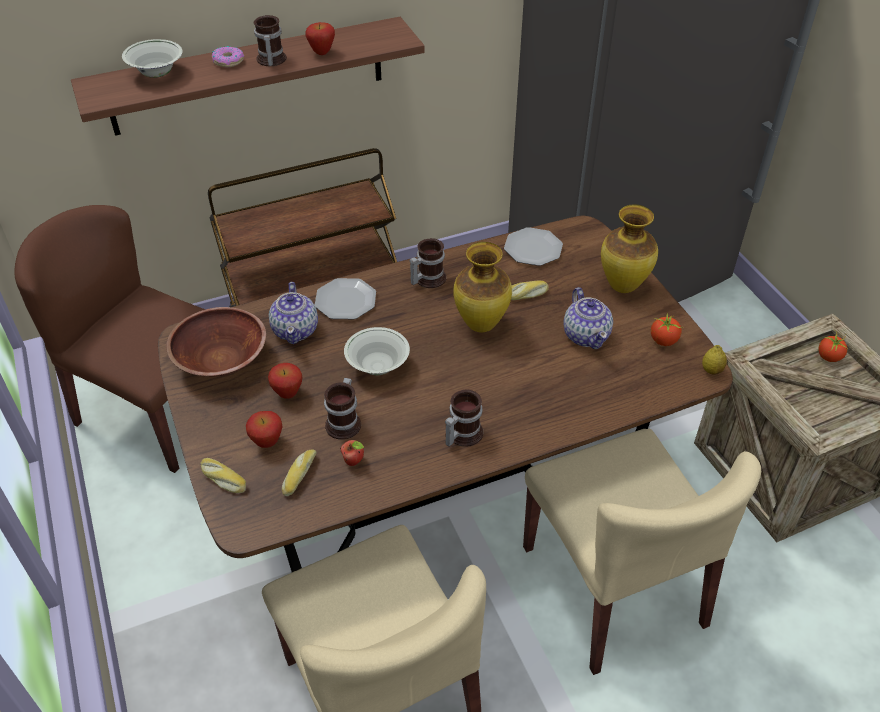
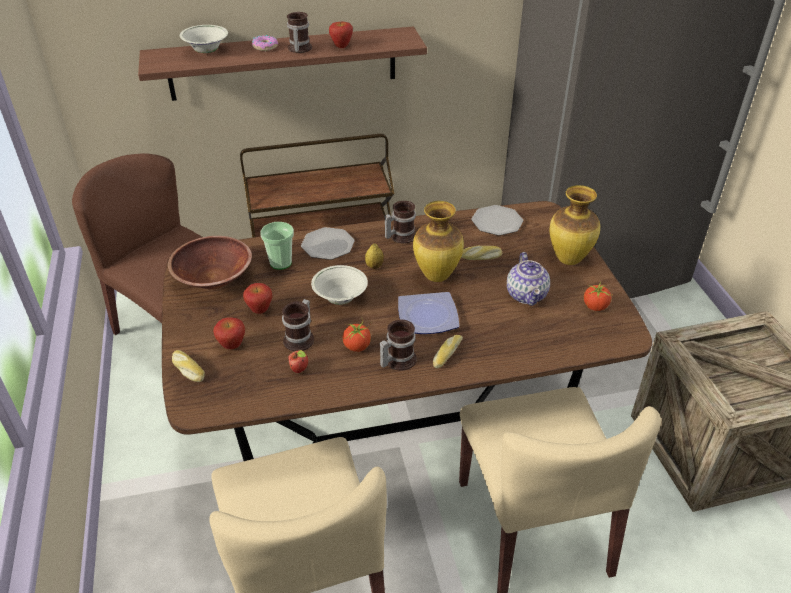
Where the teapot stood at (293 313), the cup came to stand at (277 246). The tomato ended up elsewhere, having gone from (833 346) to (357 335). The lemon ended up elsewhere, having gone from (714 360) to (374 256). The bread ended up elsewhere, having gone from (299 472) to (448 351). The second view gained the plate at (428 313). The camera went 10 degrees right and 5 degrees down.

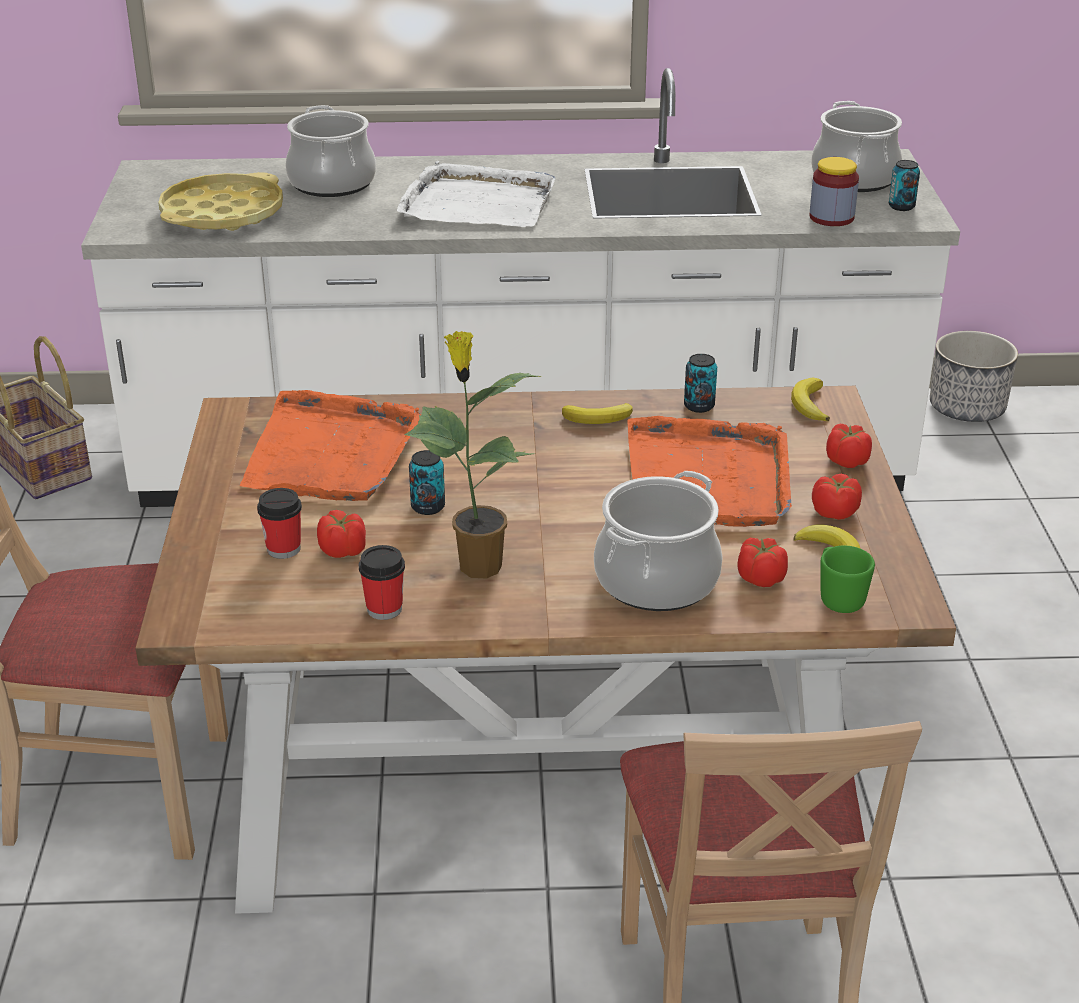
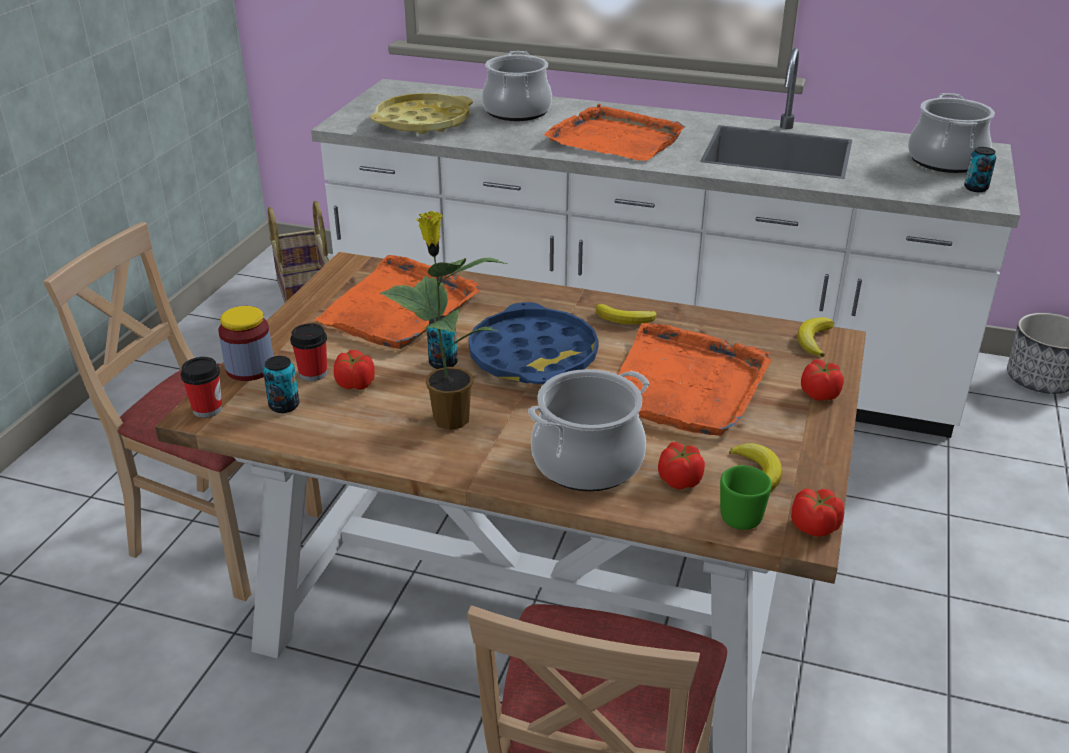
The jar ended up elsewhere, having gone from (834 191) to (246 343). What was the tray (white) at (476 194) turned into the tray (orange) at (614 132). The can ended up elsewhere, having gone from (700 383) to (281 384). The tomato ended up elsewhere, having gone from (837 497) to (817 513). The cup ended up elsewhere, having gone from (382 582) to (201 387). The second view gained the tray (blue) at (533 343). The camera went 20 degrees right and 0 degrees up.

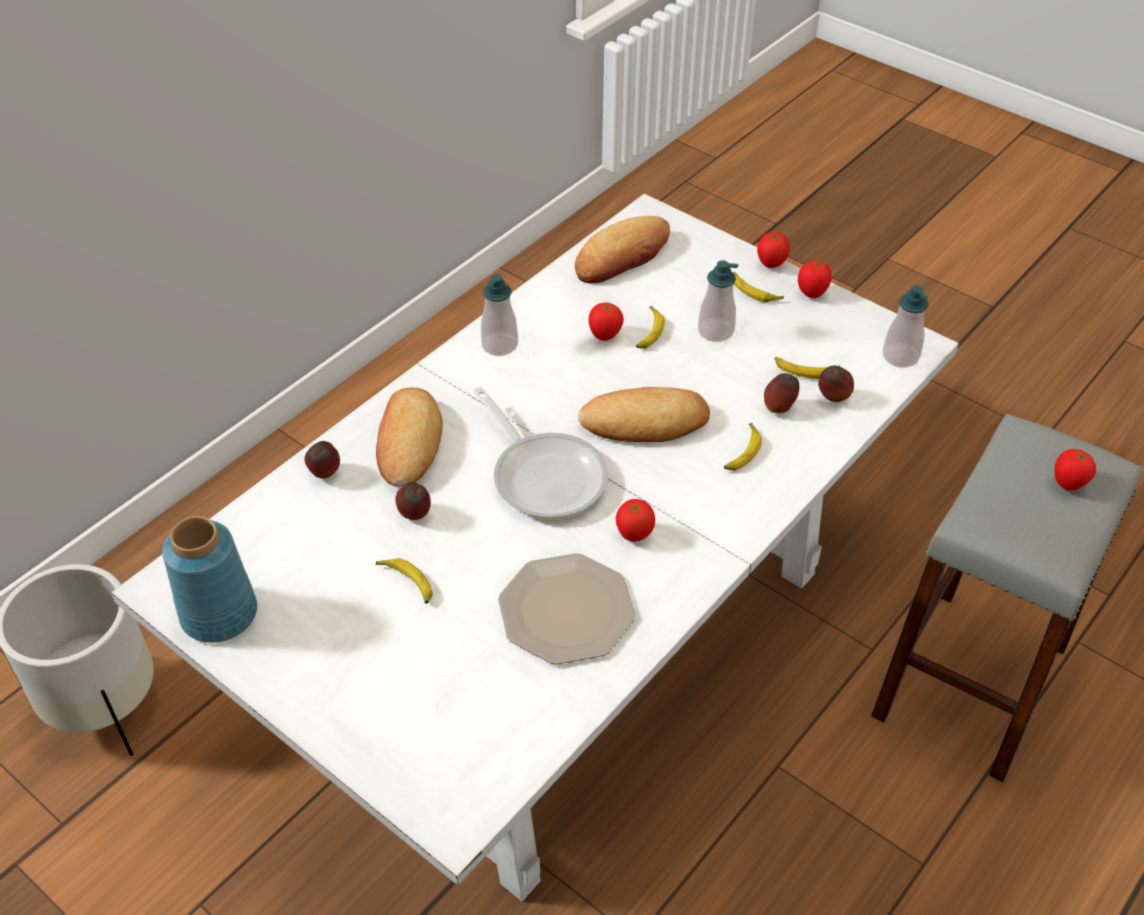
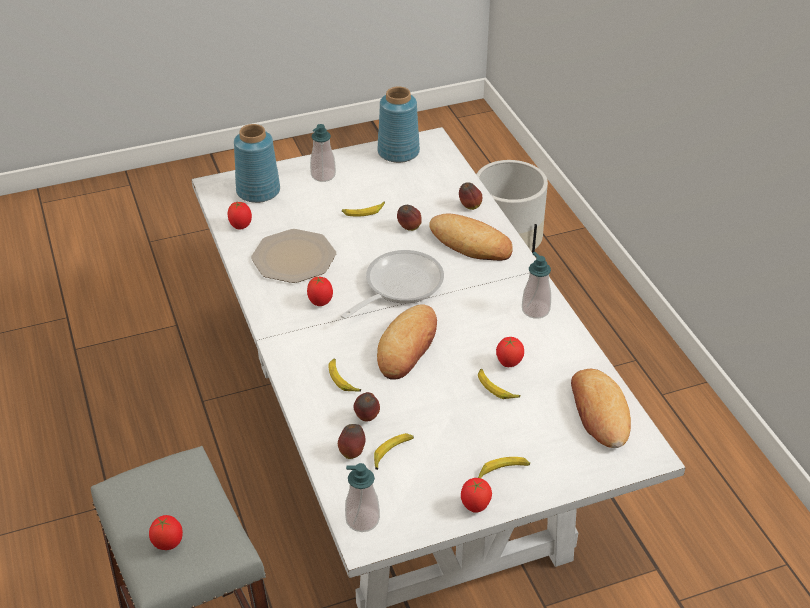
The tomato ended up elsewhere, having gone from (773 250) to (240 215). The soap dispenser ended up elsewhere, having gone from (718 301) to (323 153). The frying pan at (541 453) ended up facing another way, 135 degrees clockwise from before. The second view gained the vase (blue) at (257 163). The camera went 120 degrees right and 5 degrees down.

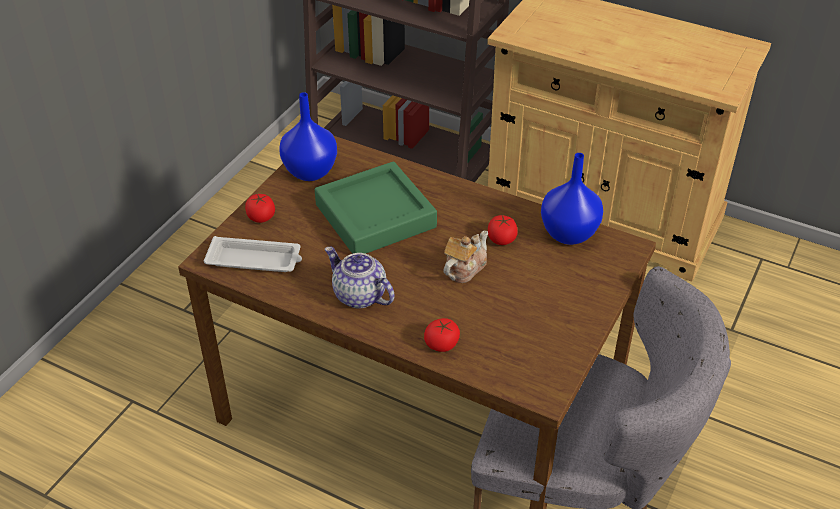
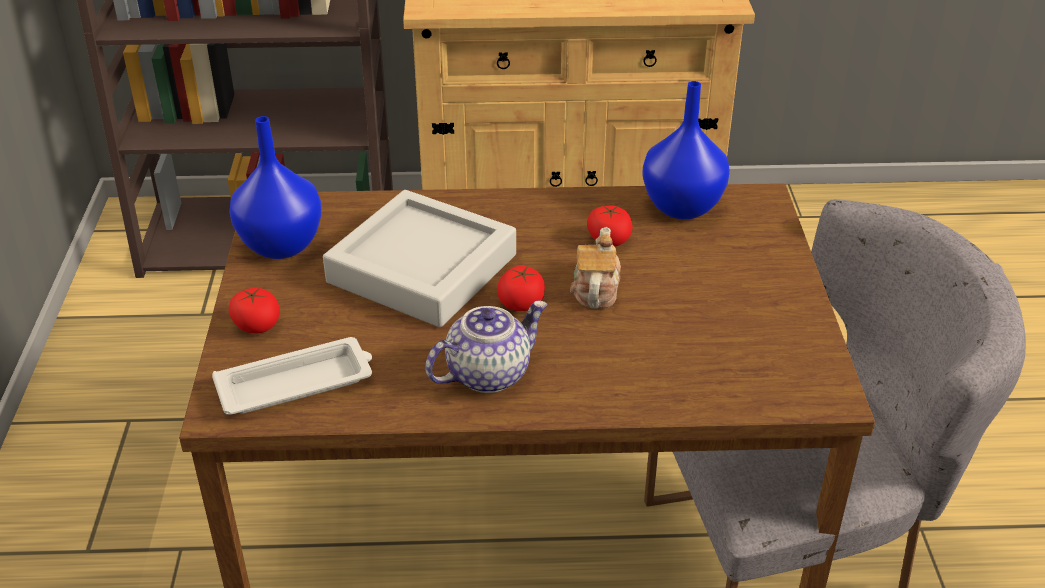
What was the tray (green) at (376 207) turned into the tray (grey) at (419 258). The teapot at (360 277) ended up facing another way, 135 degrees clockwise from before. The tomato ended up elsewhere, having gone from (442 335) to (521 288). The camera went 30 degrees left and 5 degrees down.

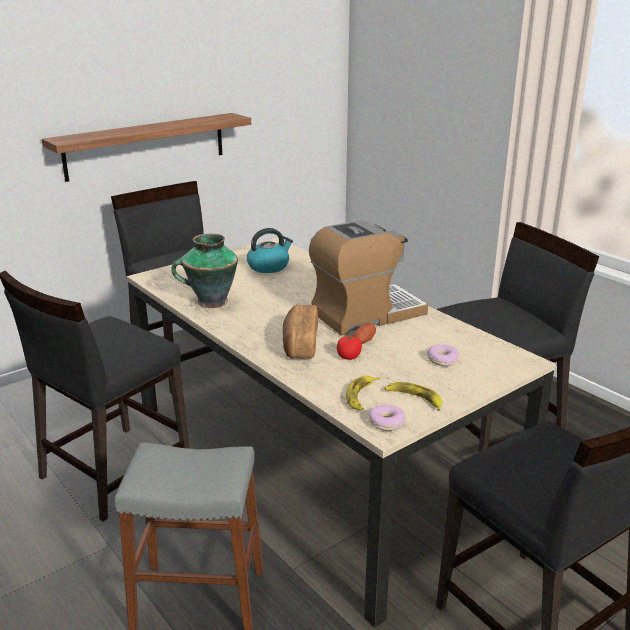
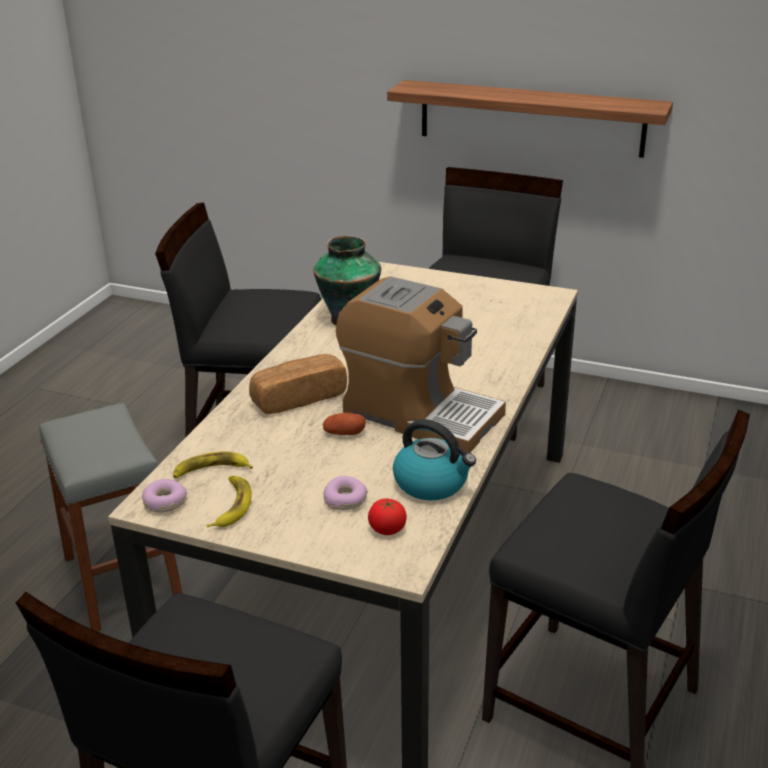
The kettle ended up elsewhere, having gone from (270 250) to (434 459). The tomato ended up elsewhere, having gone from (349 348) to (387 516). The camera went 60 degrees right and 5 degrees up.

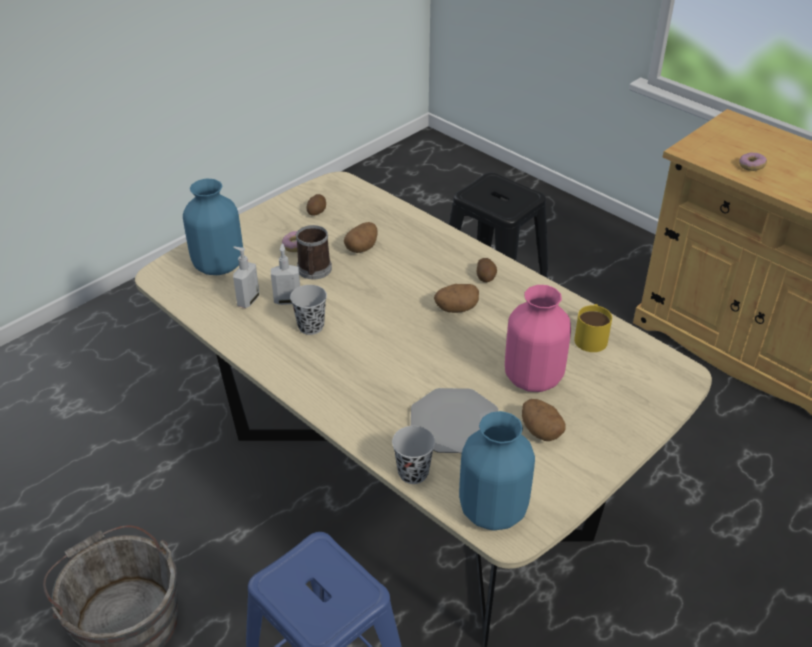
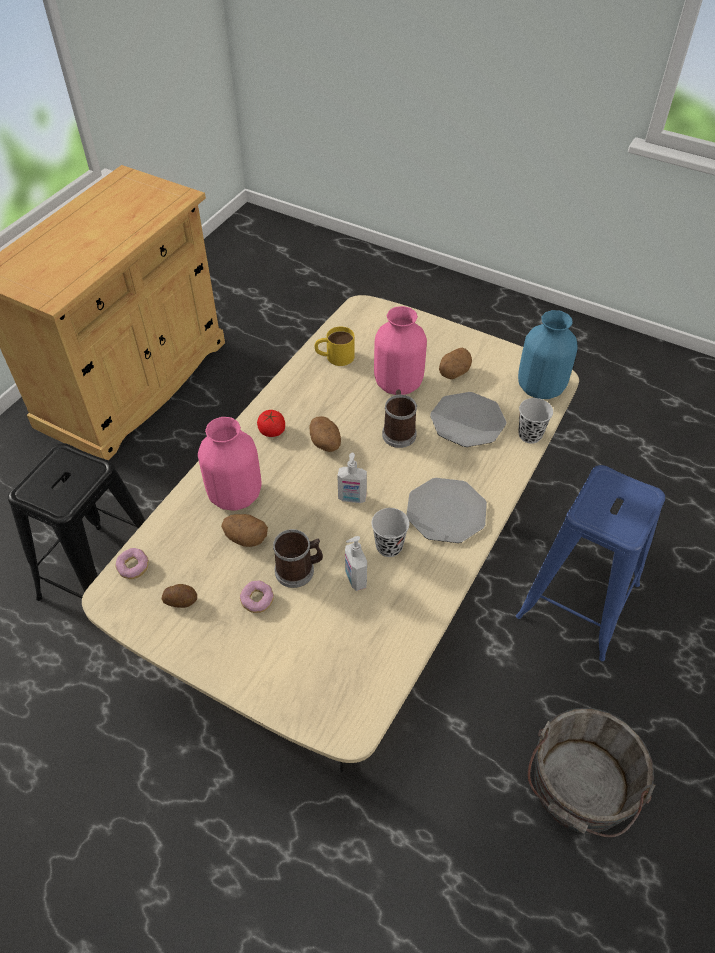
The donut ended up elsewhere, having gone from (753 161) to (132 563). The second view lost the vase (blue) at (213 227). The soap dispenser ended up elsewhere, having gone from (246 277) to (352 478). Where the potato stood at (487 270), the tomato came to stand at (271 423). The second view gained the mug at (399 418). The second view gained the vase (pink) at (230 464). The second view gained the plate at (446 510). The camera went 105 degrees left and 10 degrees up.

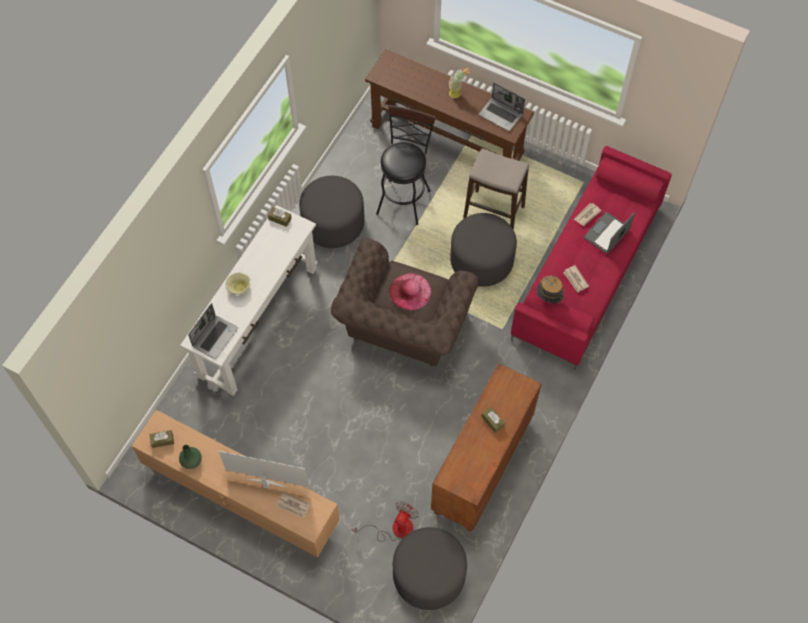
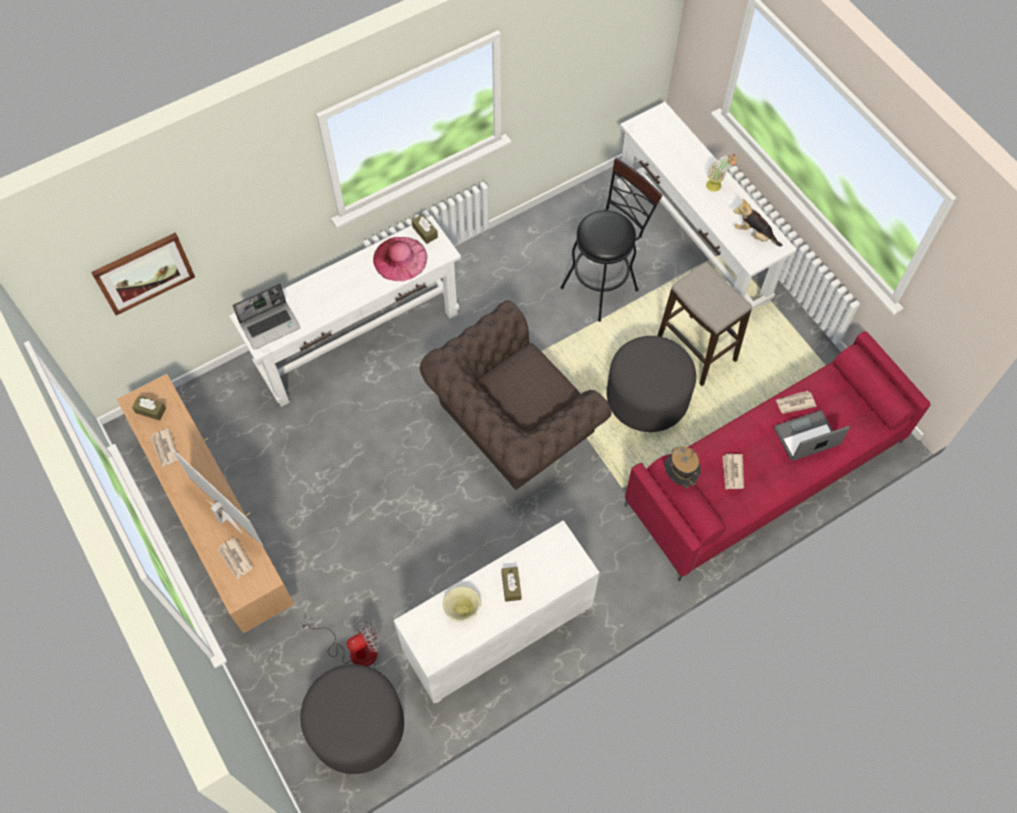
What was the console table (brown) at (449 105) turned into the console table (white) at (707 206). Where the laptop stood at (502 107), the plush toy came to stand at (758 223). The second view lost the ottoman (grey) at (332 212). The bowl (beige) ended up elsewhere, having gone from (237 283) to (462 604). The hat (pink) ended up elsewhere, having gone from (410 292) to (400 259). What was the cabinet (brown) at (486 447) turned into the cabinet (white) at (497 611). Where the vase (green) stood at (190 457), the newspaper came to stand at (164 448). The second view gained the picture at (143 274). The camera went 30 degrees right and 0 degrees up.

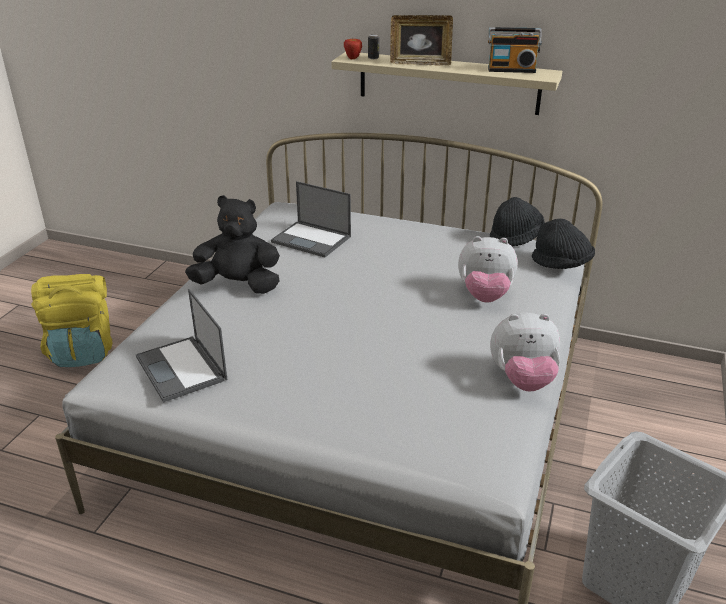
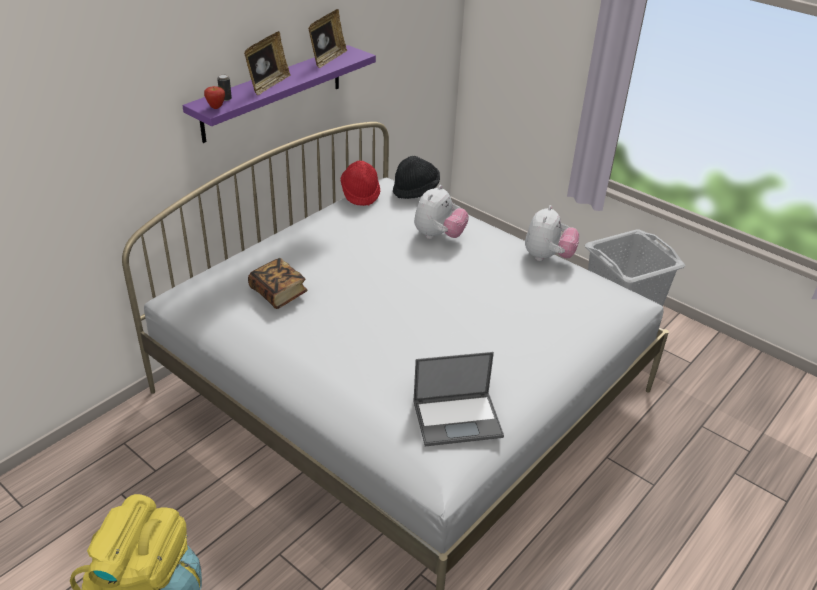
Where the radio stood at (515 50), the picture frame came to stand at (327 38). What was the shelf (beige) at (446 83) turned into the shelf (purple) at (279 94). Where the laptop stood at (311 219), the book came to stand at (278 283). The second view lost the plush toy (black) at (232 244). What was the hat (black) at (517 221) turned into the hat (red) at (361 183). The camera went 70 degrees left and 5 degrees up.

